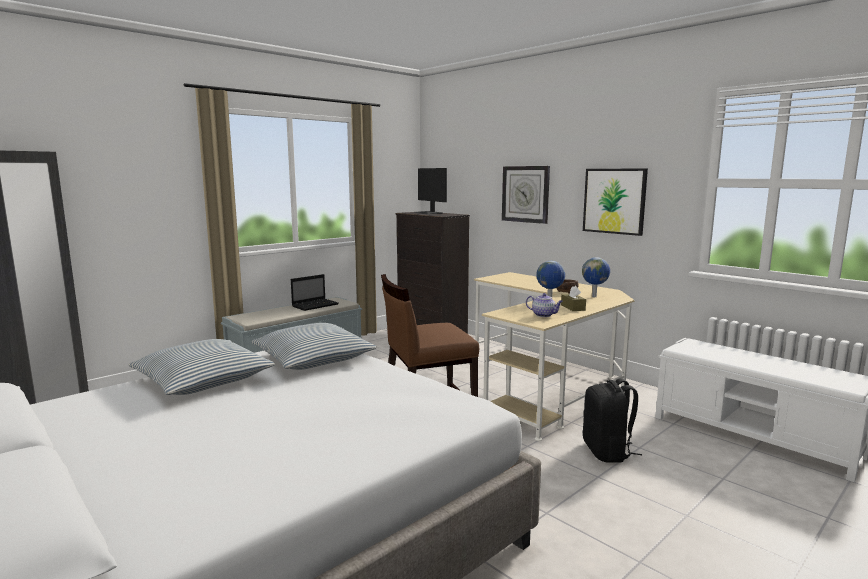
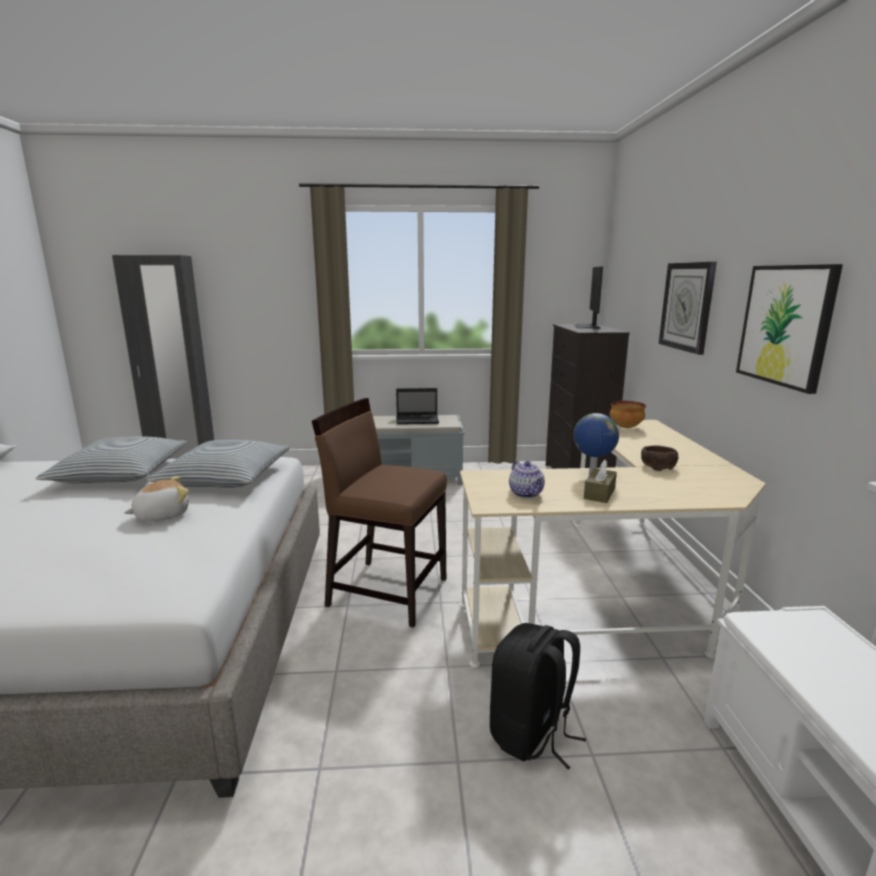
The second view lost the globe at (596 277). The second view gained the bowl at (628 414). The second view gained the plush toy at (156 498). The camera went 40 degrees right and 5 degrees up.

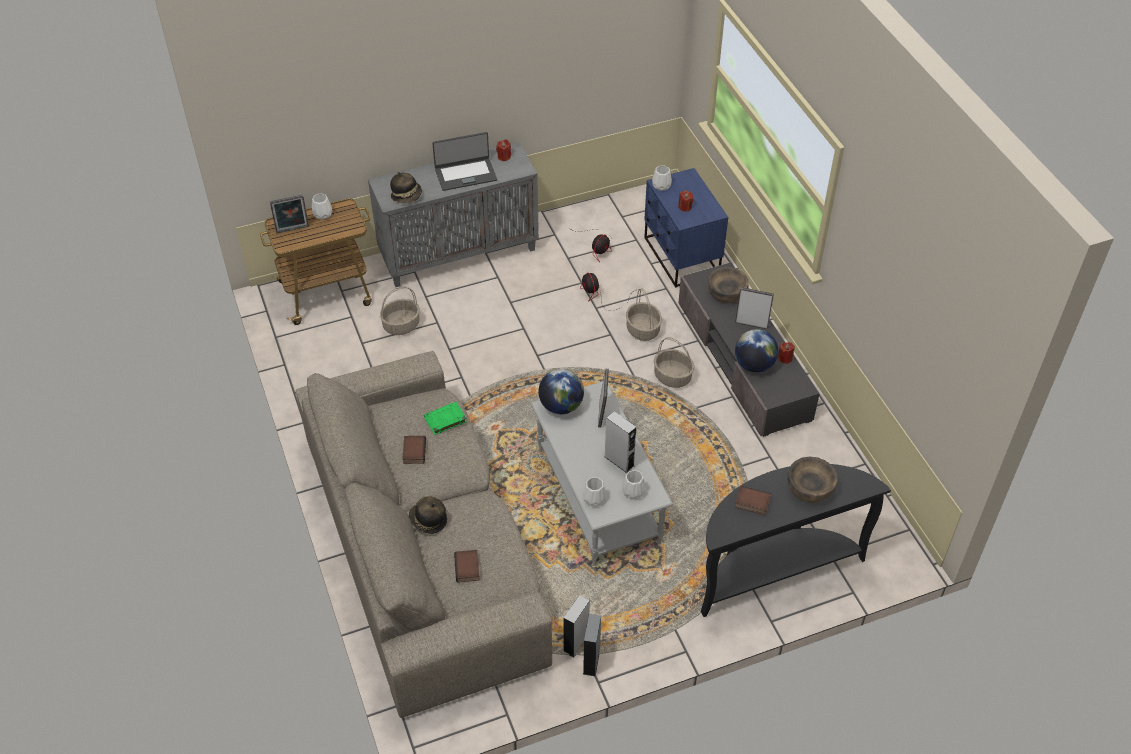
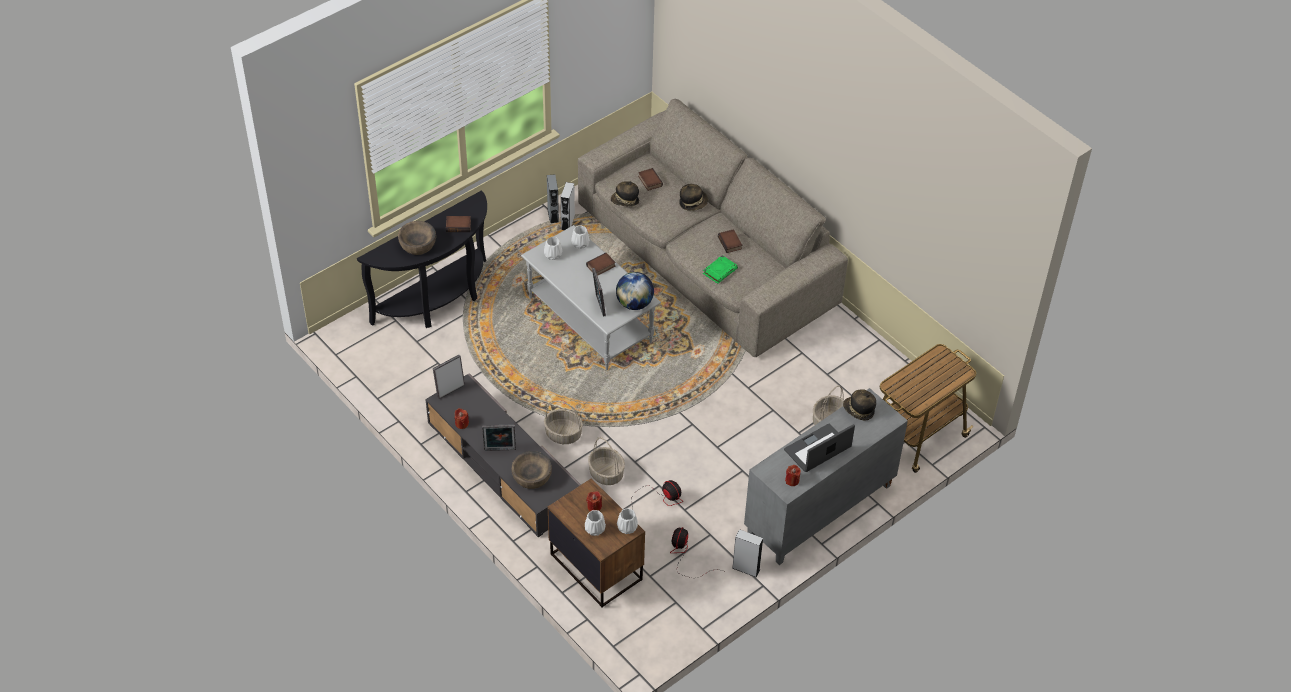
What was the nightstand (blue) at (686 228) turned into the nightstand (brown) at (596 543). The vase (white) ended up elsewhere, having gone from (322 207) to (595 523). The picture frame ended up elsewhere, having gone from (289 214) to (449 377). The second view lost the globe at (756 350). The speaker (grey) ended up elsewhere, having gone from (620 442) to (747 553). The second view gained the hat at (625 193). The second view gained the book at (601 264). The camera went 160 degrees right and 0 degrees up.

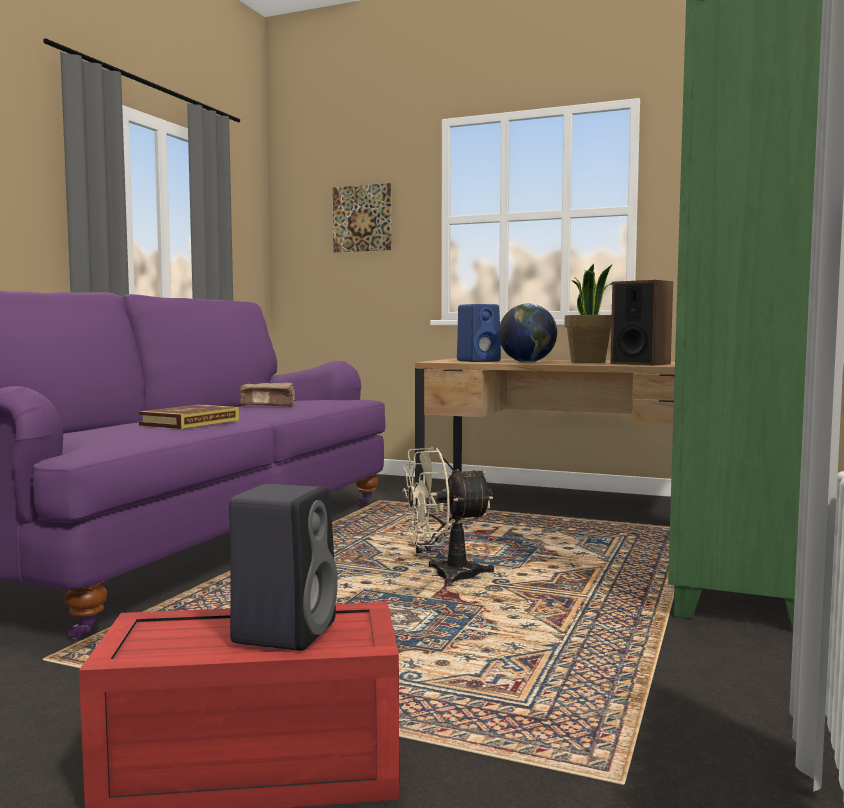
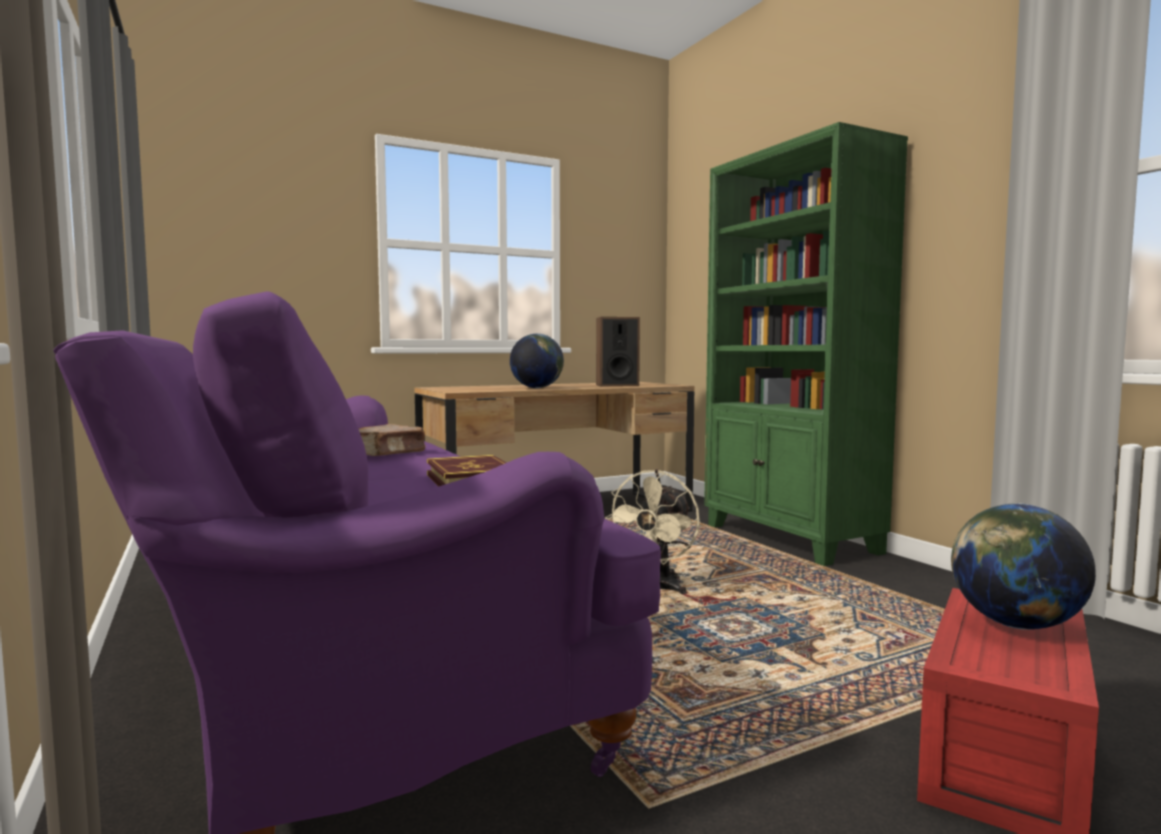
The second view lost the picture at (362 217). The second view lost the potted plant at (588 313). The second view lost the speaker (blue) at (479 333). Where the speaker (black) stood at (283 567), the globe came to stand at (1023 566). The camera went 50 degrees left and 0 degrees up.

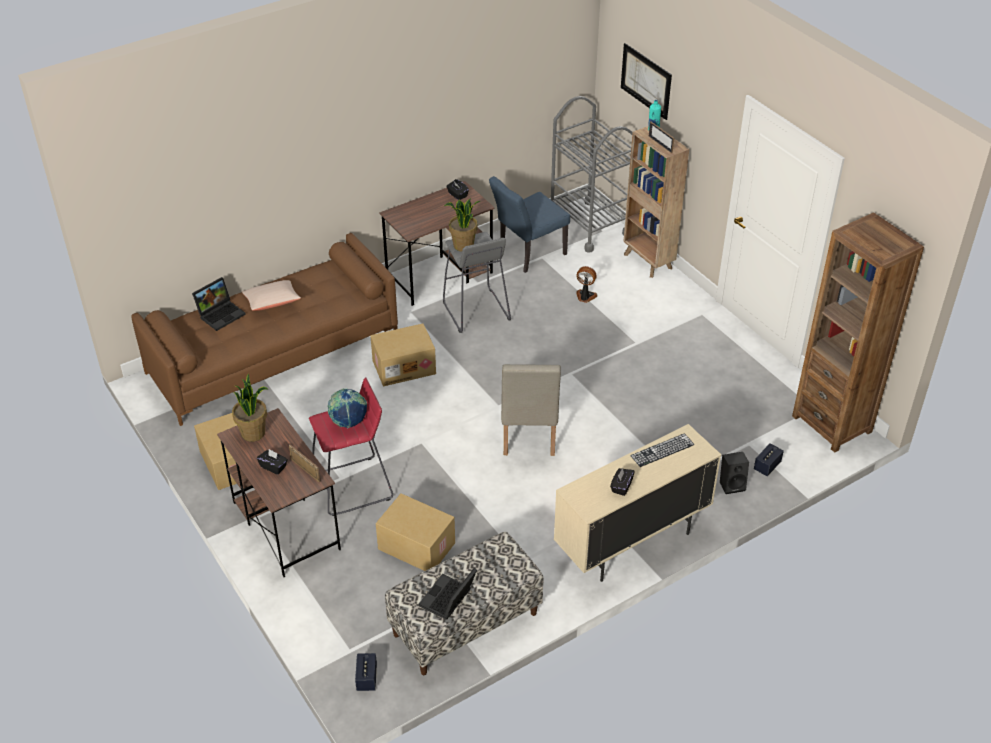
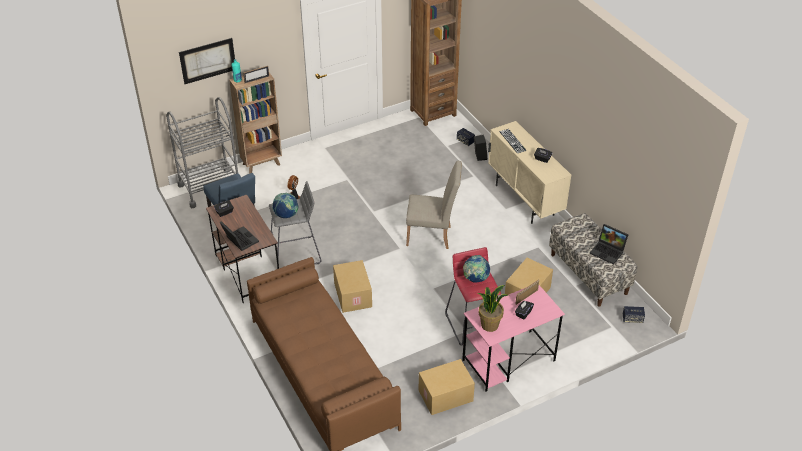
Where the potted plant stood at (462 225), the globe came to stand at (285 205). The laptop ended up elsewhere, having gone from (219 304) to (239 236). The second view lost the pillow (beige) at (271 295). What was the desk (brown) at (279 492) turned into the desk (pink) at (513 338). The camera went 85 degrees left and 0 degrees up.

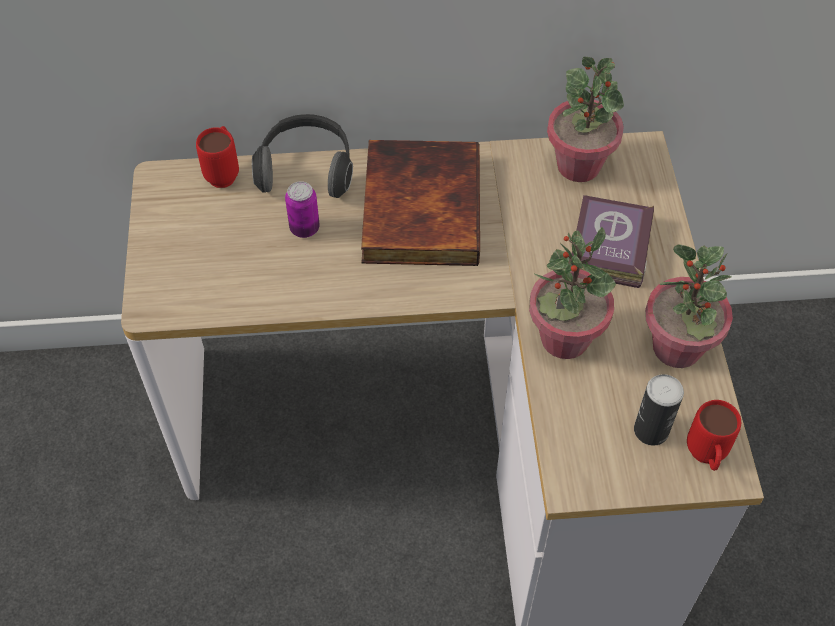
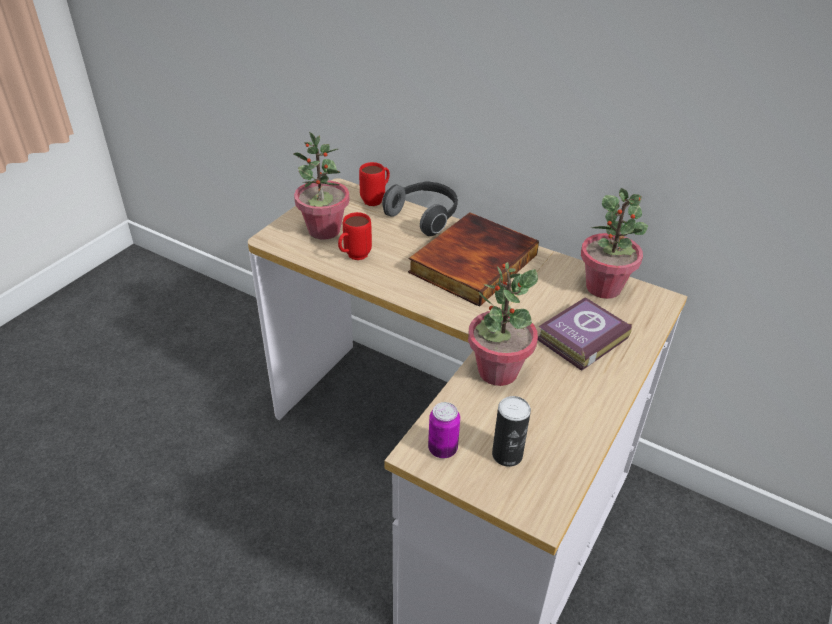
The can ended up elsewhere, having gone from (302 209) to (444 430). The potted plant ended up elsewhere, having gone from (689 306) to (322 186). The mug (red) ended up elsewhere, having gone from (714 435) to (355 236). The camera went 35 degrees right and 15 degrees down.

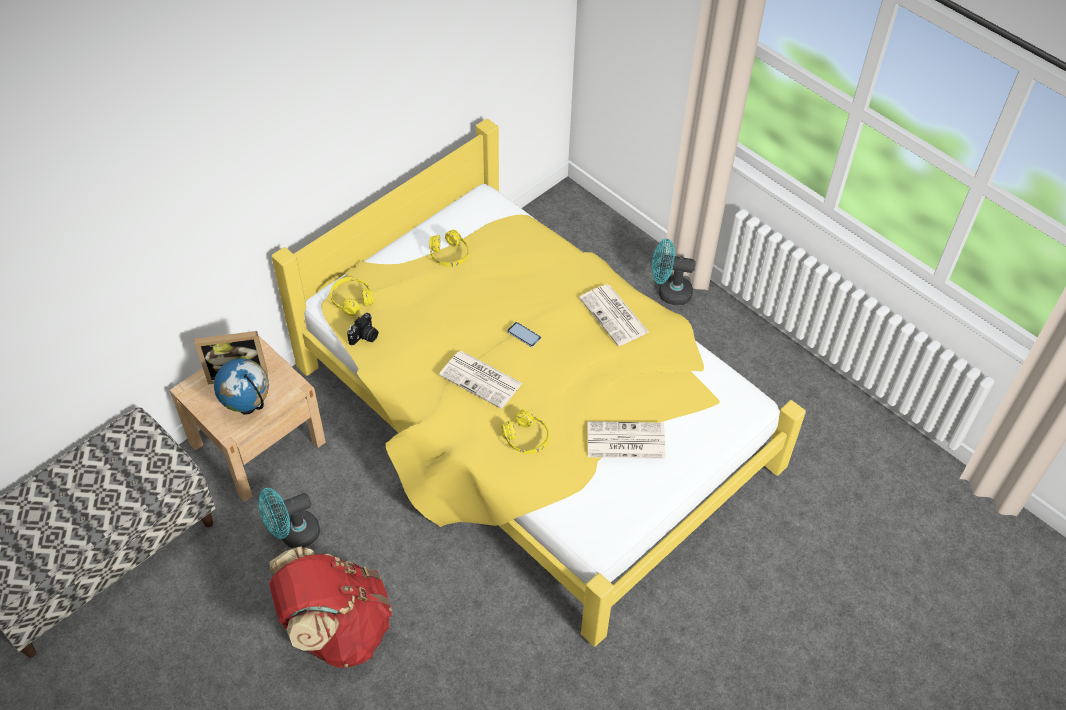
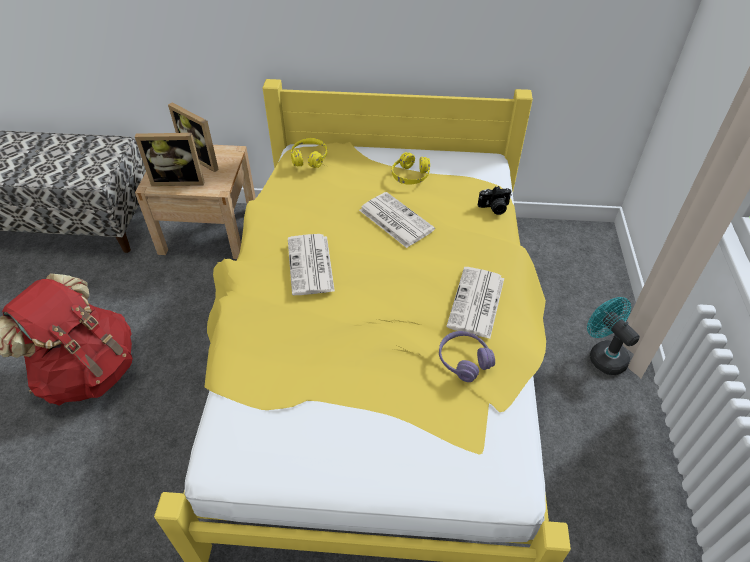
The photo camera ended up elsewhere, having gone from (362 329) to (495 200). The second view lost the phone at (524 334). Where the globe stood at (241 386), the picture frame came to stand at (169 159). The second view lost the headphones (yellow) at (525 431). The newspaper ended up elsewhere, having gone from (626 440) to (397 220). The second view lost the fan (turquoise) at (289 518). The second view gained the headphones (purple) at (467 356). The camera went 50 degrees right and 5 degrees down.

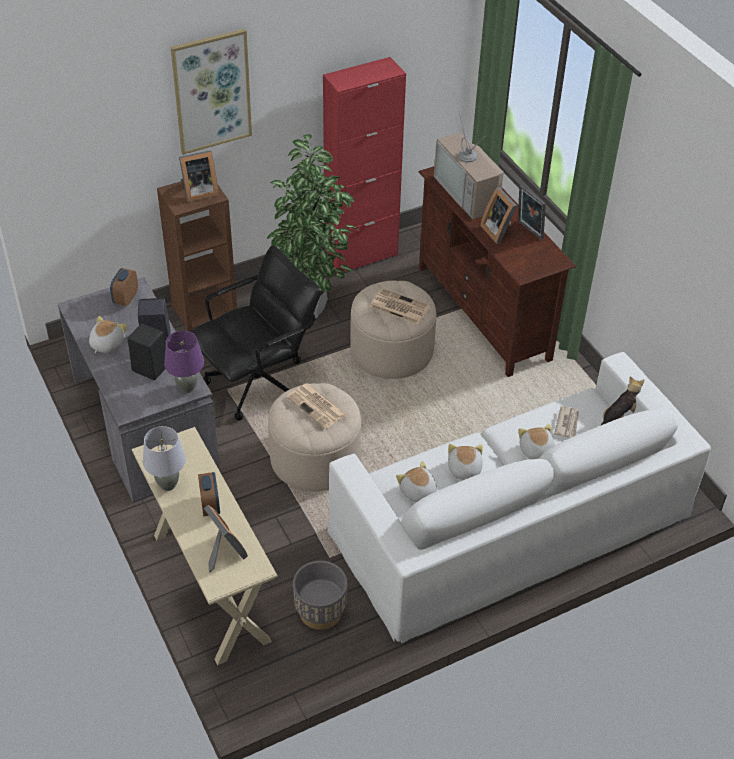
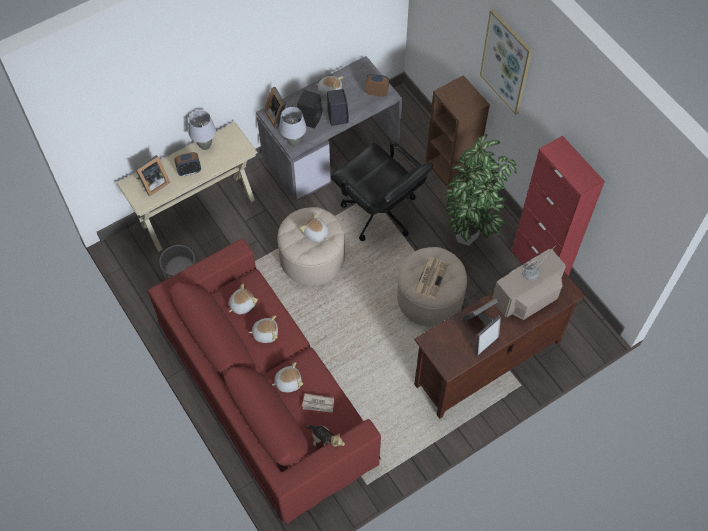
The picture frame ended up elsewhere, having gone from (199 176) to (277 108). What was the table lamp (purple) at (184 362) turned into the table lamp (grey) at (293 127). What was the sofa (white) at (519 497) turned into the sofa (red) at (264 381). Where the newspaper stood at (316 406), the plush toy came to stand at (314 227). The camera went 85 degrees right and 15 degrees up.

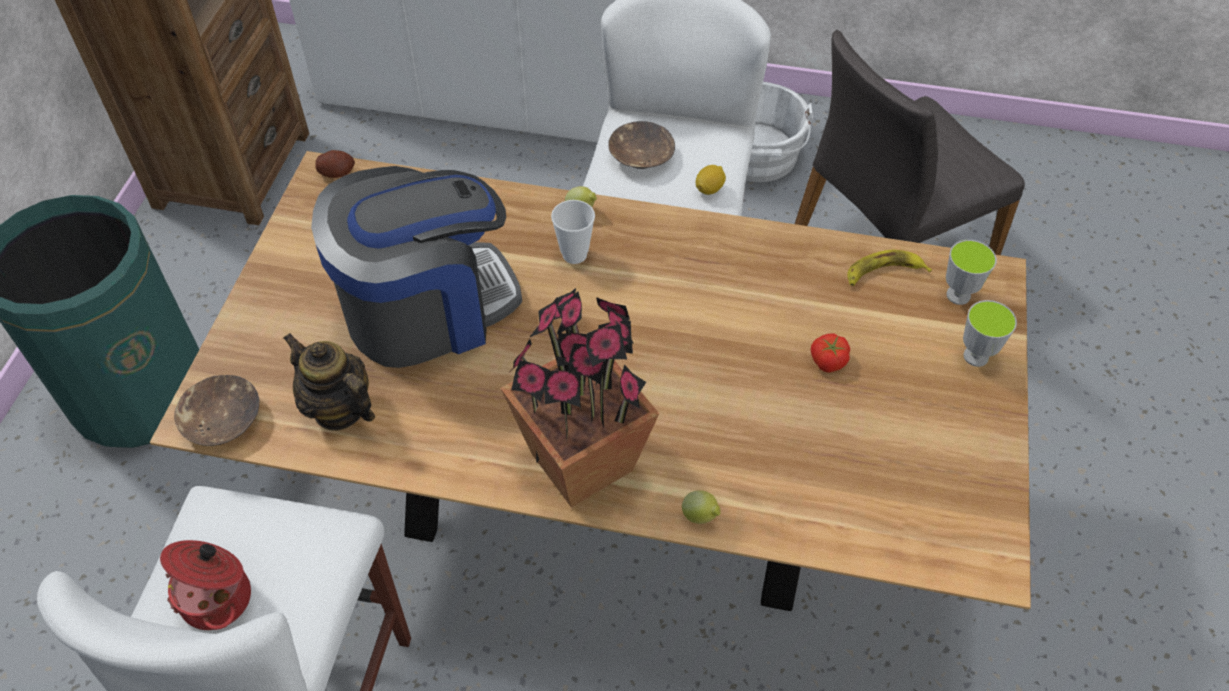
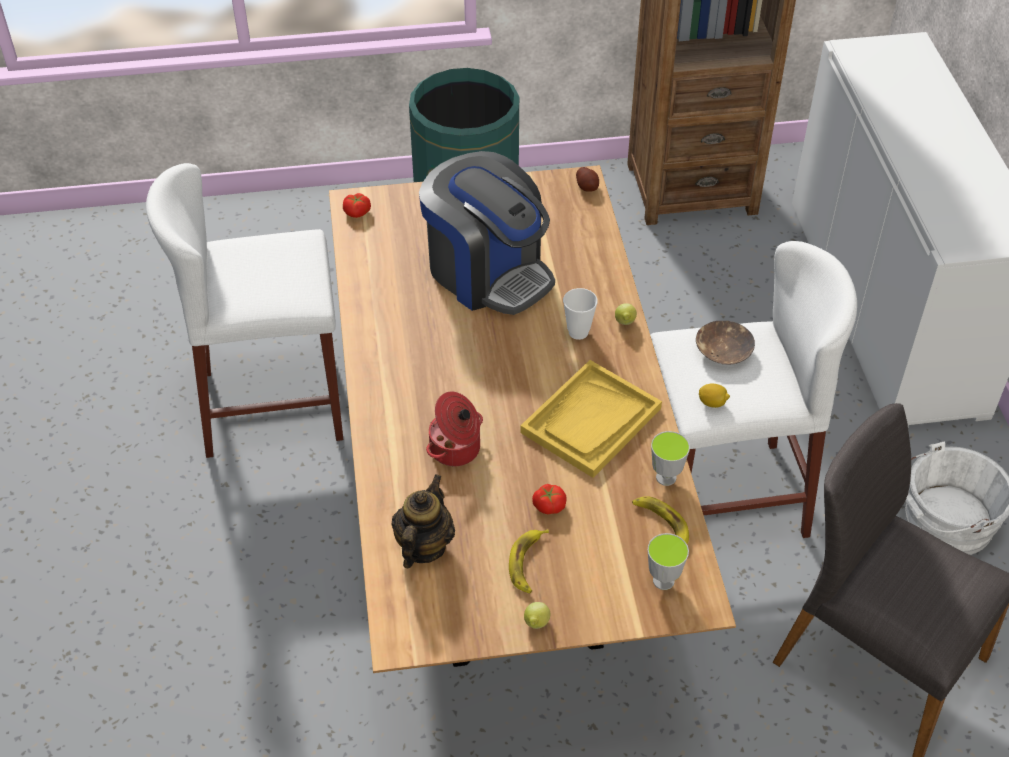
The second view lost the potted plant at (580 397). The cup ended up elsewhere, having gone from (990 333) to (670 458). The teapot ended up elsewhere, having gone from (329 382) to (423 521). Where the bowl (brown) stood at (216 410), the tomato came to stand at (357 205). The lemon ended up elsewhere, having gone from (701 507) to (537 615). The cooking pot ended up elsewhere, having gone from (205 585) to (454 429). The second view gained the tray (yellow) at (591 419). The second view gained the banana at (529 561). The camera went 70 degrees right and 5 degrees down.

